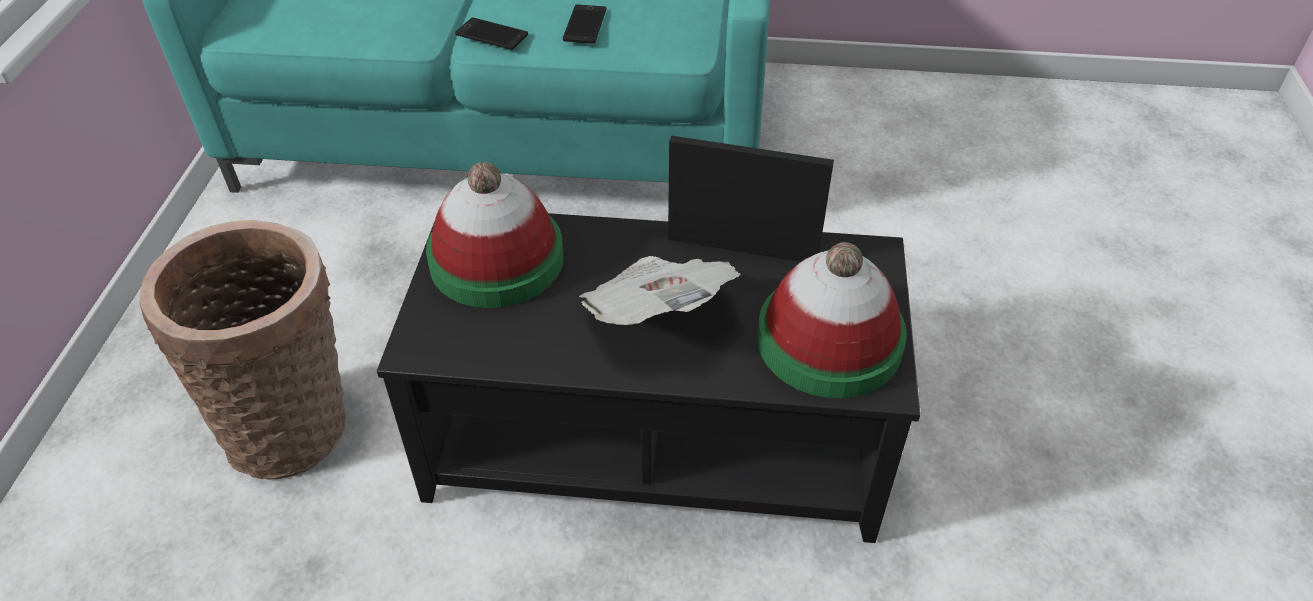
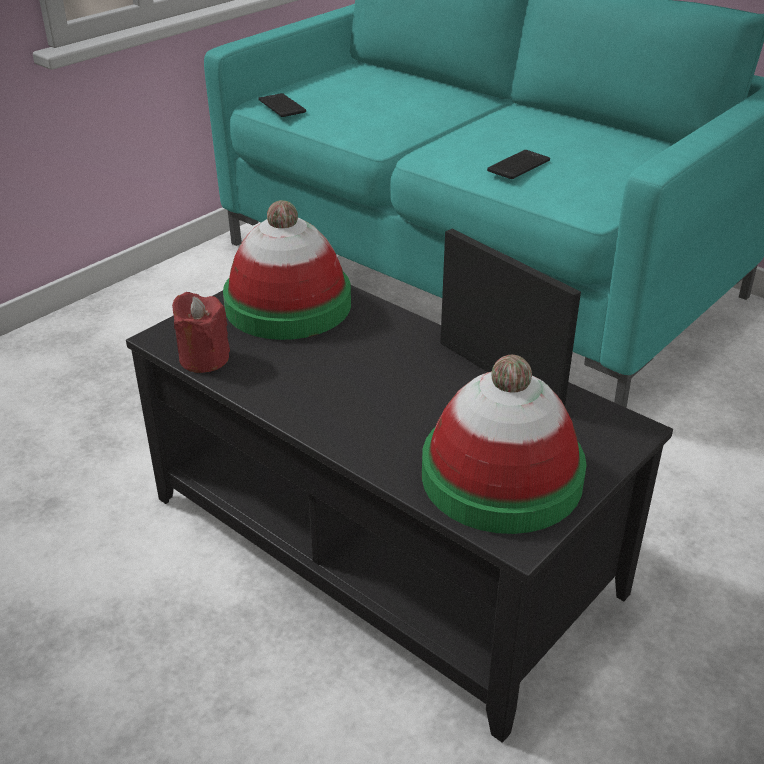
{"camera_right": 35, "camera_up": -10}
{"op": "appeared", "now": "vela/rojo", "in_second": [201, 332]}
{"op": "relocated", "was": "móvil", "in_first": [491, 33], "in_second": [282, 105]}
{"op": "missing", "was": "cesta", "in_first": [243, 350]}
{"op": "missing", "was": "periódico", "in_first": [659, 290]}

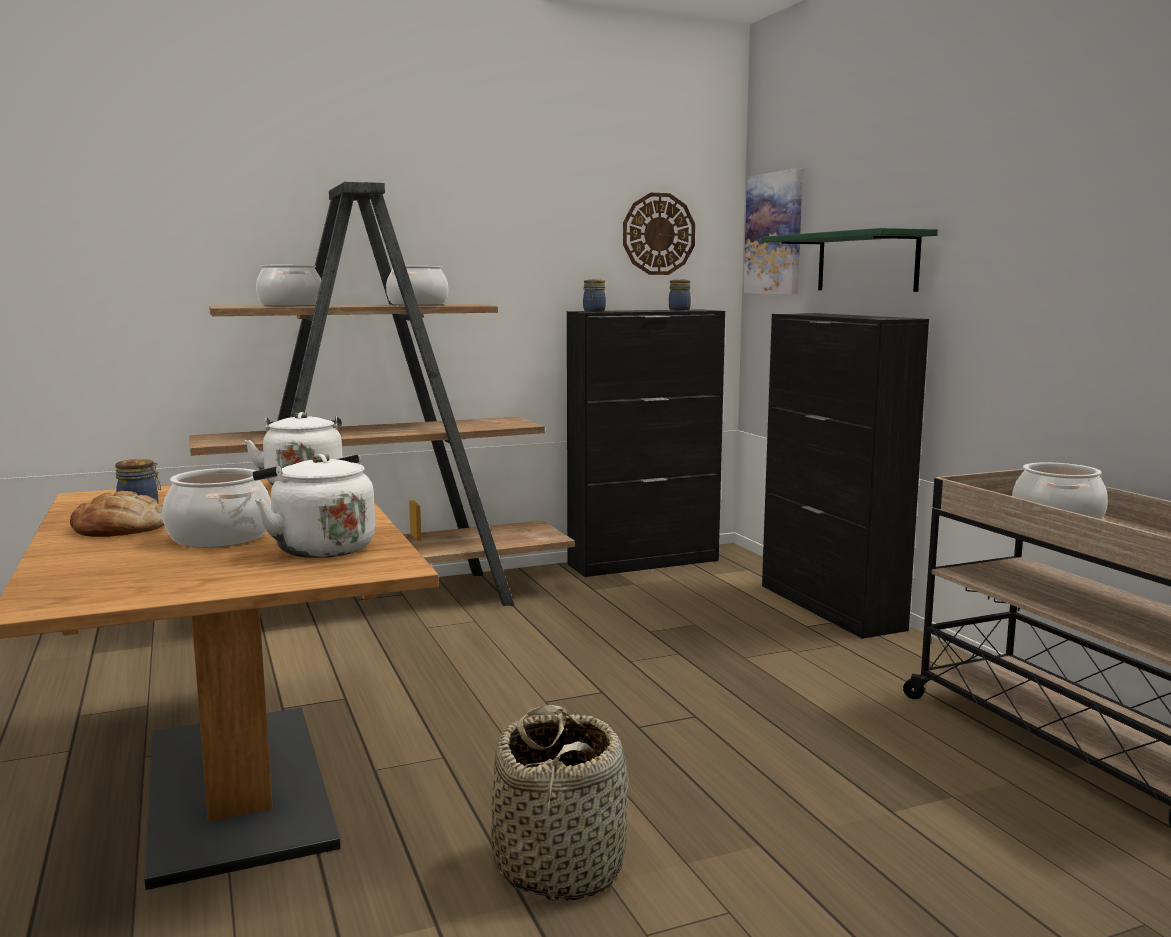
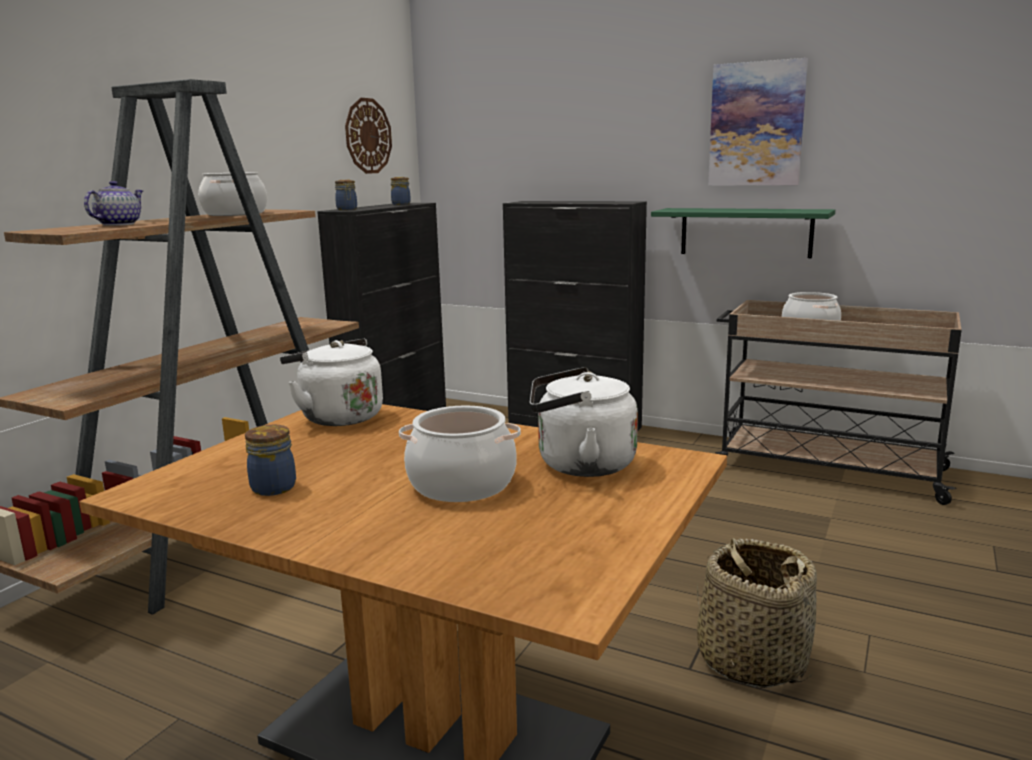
{"camera_right": -40, "camera_up": 5}
{"op": "exchanged", "was": "olla", "now": "tetera", "in_first": [288, 286], "in_second": [113, 203]}
{"op": "relocated", "was": "estante/verde", "in_first": [849, 260], "in_second": [743, 233]}
{"op": "relocated", "was": "cuadro", "in_first": [773, 231], "in_second": [758, 122]}
{"op": "missing", "was": "pan", "in_first": [117, 514]}

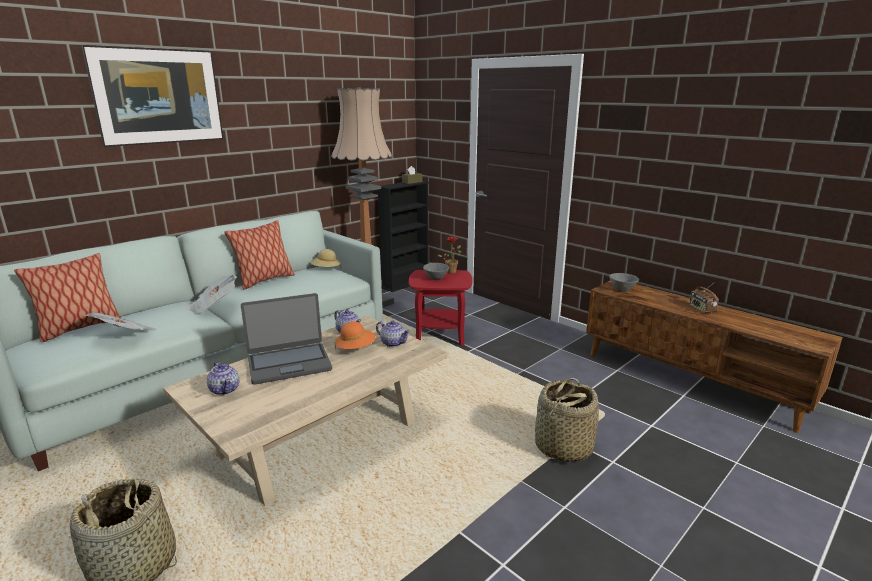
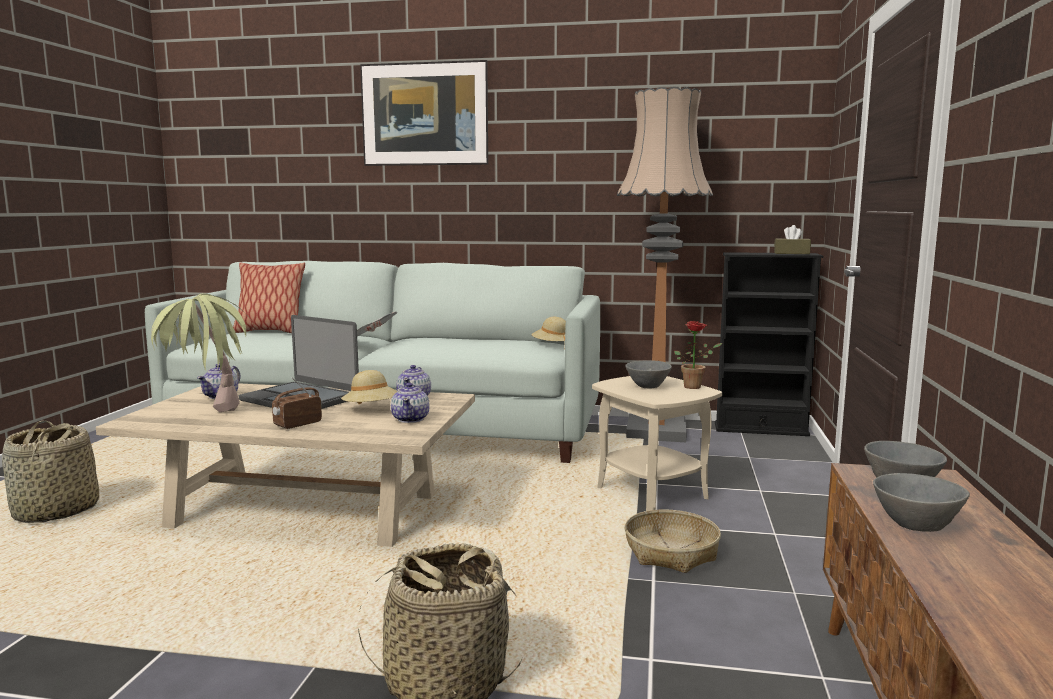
{"camera_right": 55, "camera_up": -10}
{"op": "appeared", "now": "planta en maceta", "in_second": [202, 352]}
{"op": "relocated", "was": "radio", "in_first": [704, 297], "in_second": [297, 403]}
{"op": "colour", "was": "sombrero/naranja", "now": "sombrero/beis", "in_first": [355, 335], "in_second": [369, 387]}
{"op": "colour", "was": "mesa auxiliar/rojo", "now": "mesa auxiliar/beis", "in_first": [441, 308], "in_second": [657, 443]}
{"op": "appeared", "now": "cesta", "in_second": [673, 541]}
{"op": "appeared", "now": "cuenco/gris", "in_second": [921, 502]}
{"op": "missing", "was": "periódico", "in_first": [120, 321]}
{"op": "missing", "was": "cojín", "in_first": [259, 255]}

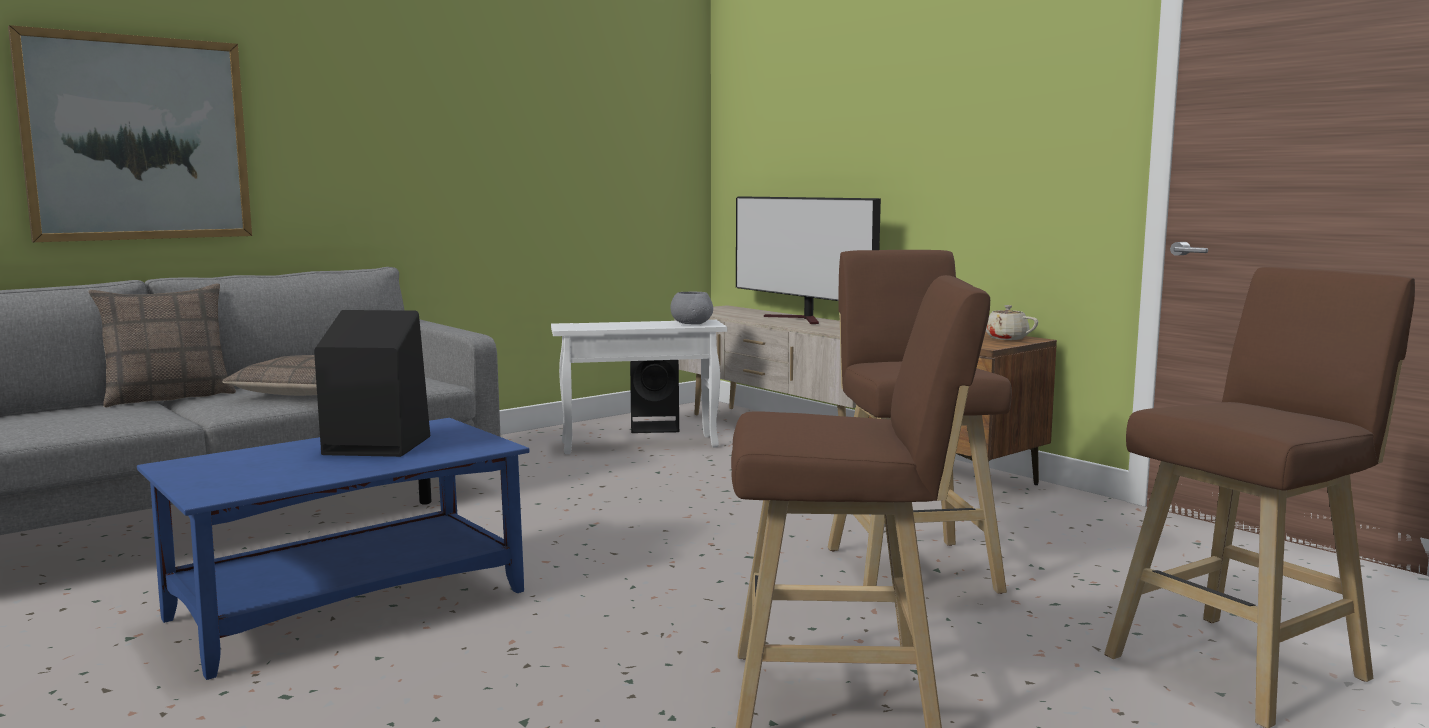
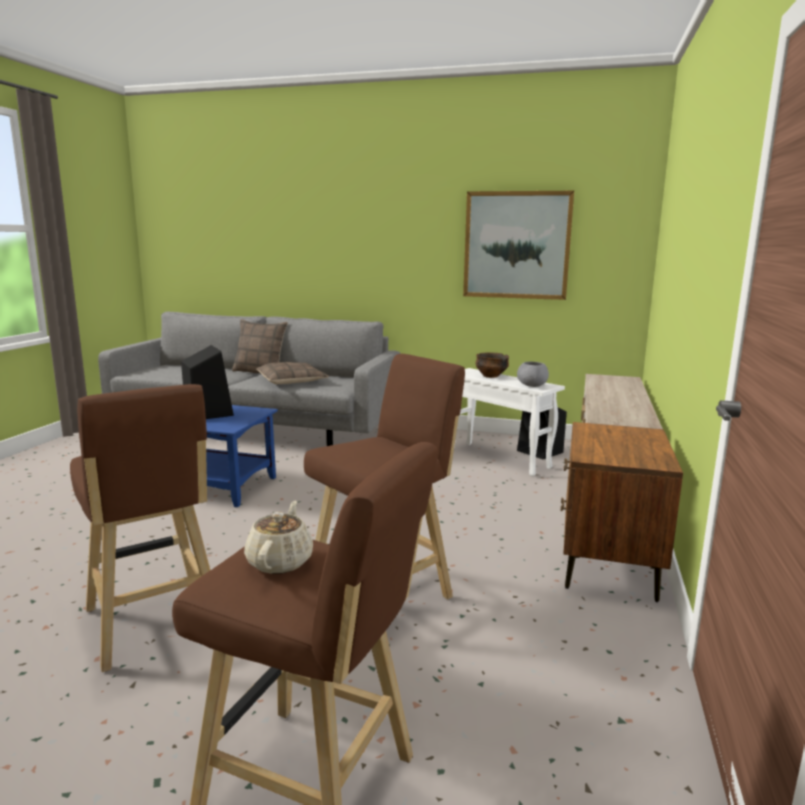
{"camera_right": 55, "camera_up": 5}
{"op": "relocated", "was": "tetera/beis", "in_first": [1012, 322], "in_second": [278, 537]}
{"op": "relocated", "was": "cuadro", "in_first": [130, 133], "in_second": [518, 245]}
{"op": "appeared", "now": "cuenco", "in_second": [492, 365]}
{"op": "missing", "was": "televisor", "in_first": [808, 260]}

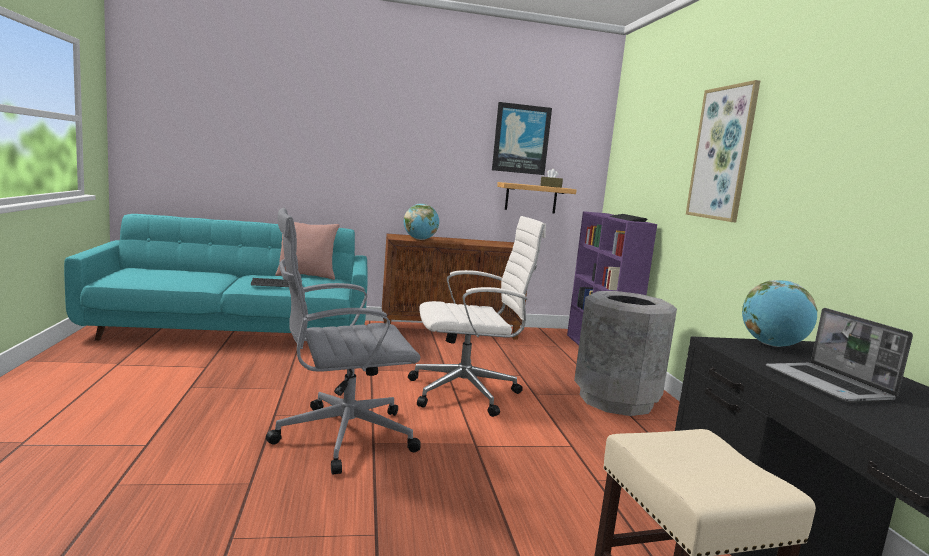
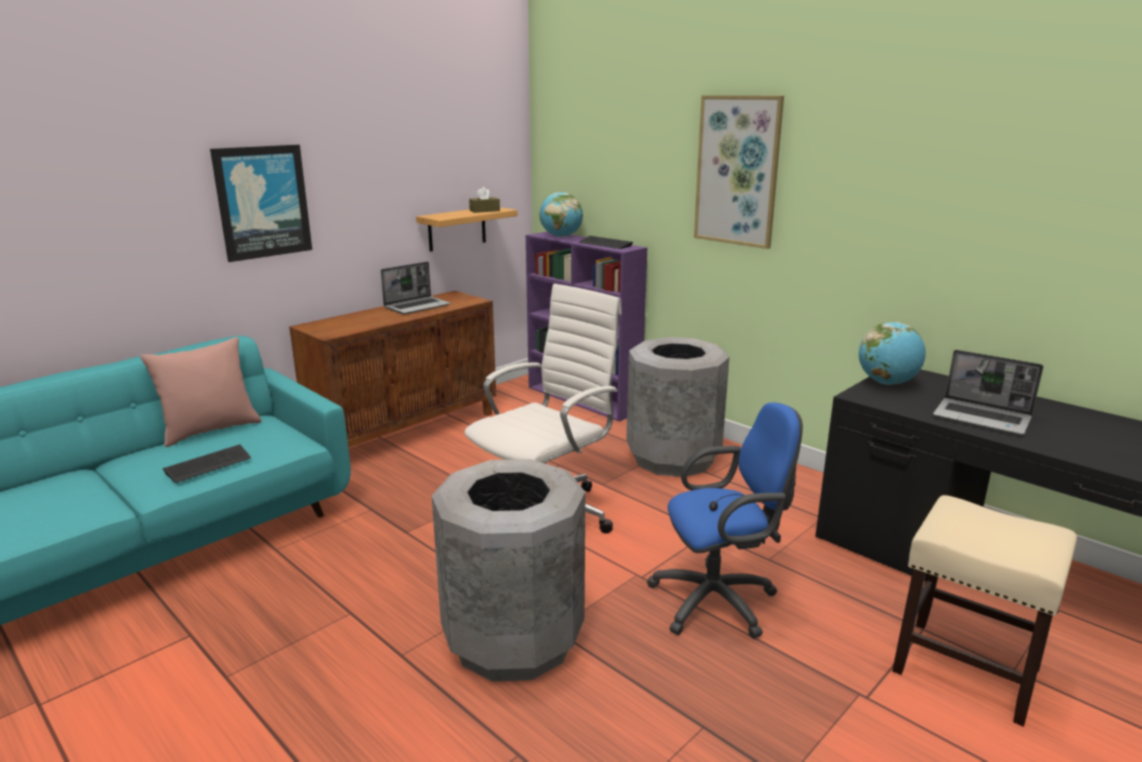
{"camera_right": -35, "camera_up": 10}
{"op": "relocated", "was": "cuadro", "in_first": [522, 138], "in_second": [261, 203]}
{"op": "appeared", "now": "portátil", "in_second": [416, 288]}
{"op": "exchanged", "was": "silla de oficina/gris", "now": "papelera/gris", "in_first": [343, 341], "in_second": [508, 570]}
{"op": "relocated", "was": "globo terráqueo", "in_first": [421, 221], "in_second": [561, 214]}
{"op": "appeared", "now": "silla de oficina/azul", "in_second": [725, 520]}

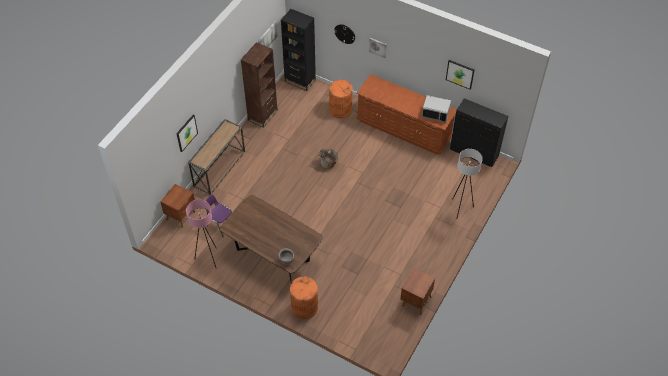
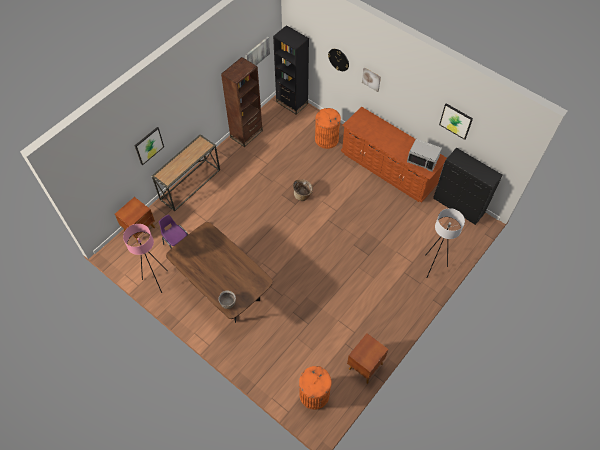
{"camera_right": 10, "camera_up": 5}
{"op": "relocated", "was": "papelera/naranja", "in_first": [304, 297], "in_second": [315, 388]}

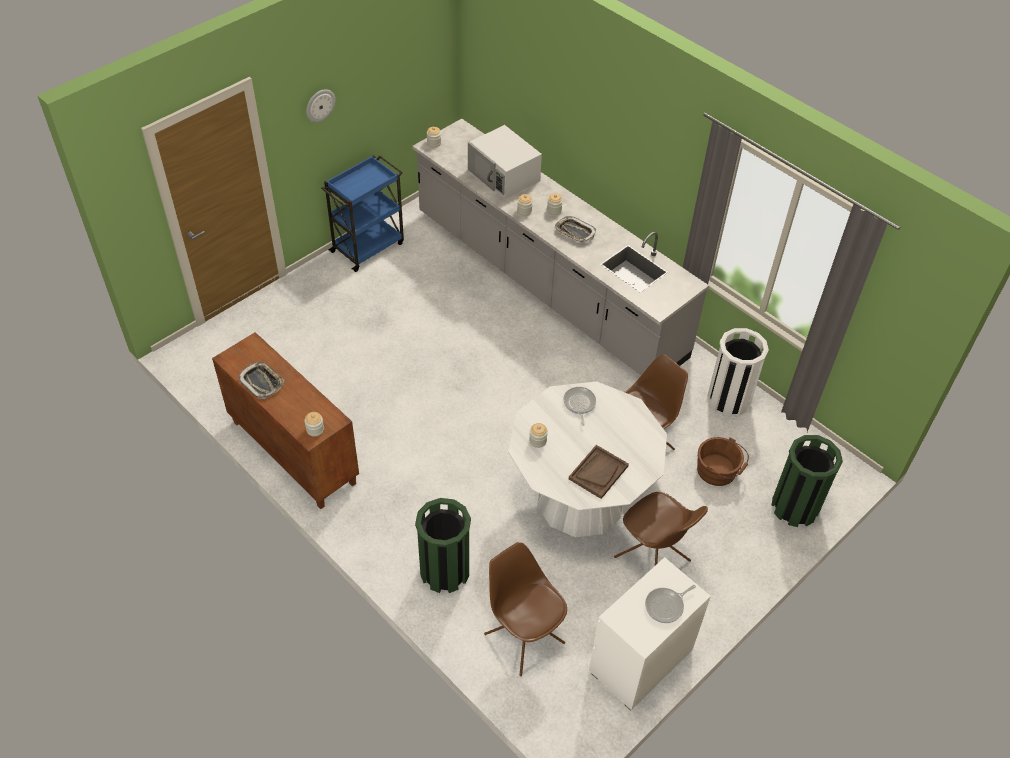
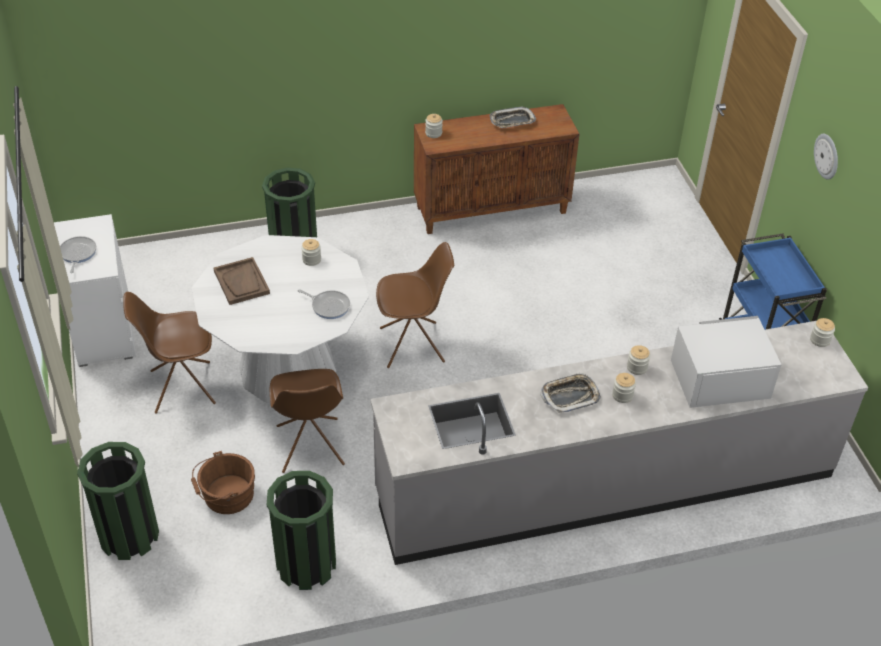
{"camera_right": 120, "camera_up": -5}
{"op": "colour", "was": "papelera/blanco", "now": "papelera/verde", "in_first": [738, 372], "in_second": [301, 530]}
{"op": "relocated", "was": "silla/marrón", "in_first": [525, 609], "in_second": [415, 305]}

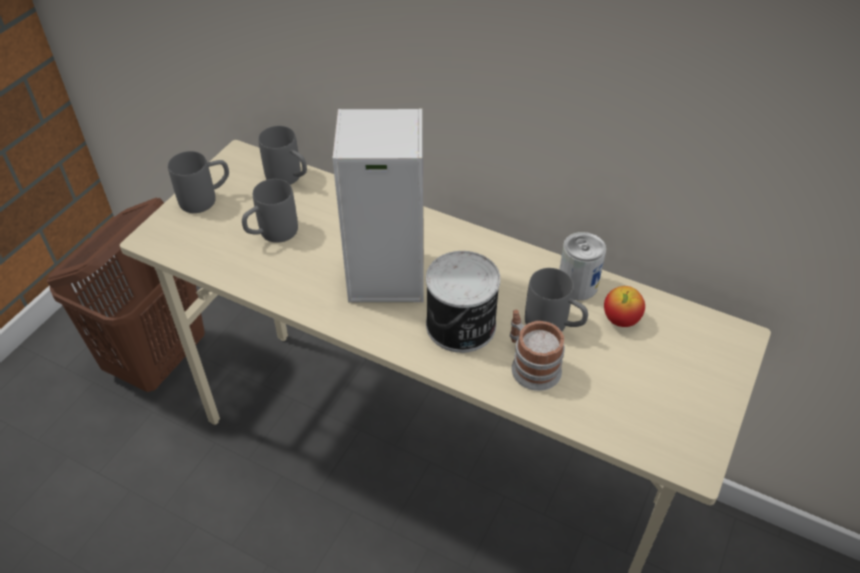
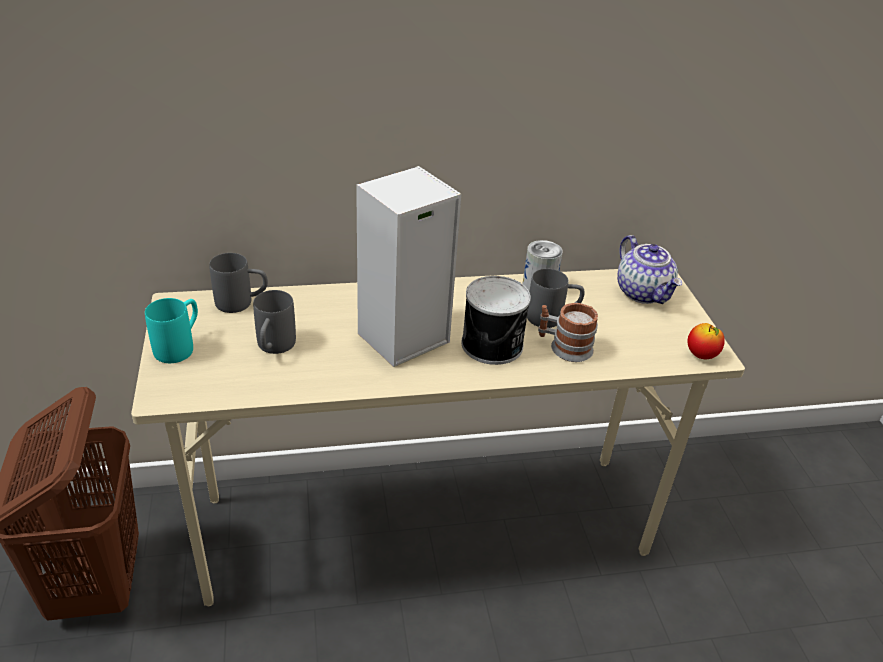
{"camera_right": -40, "camera_up": -10}
{"op": "colour", "was": "taza grande/gris", "now": "taza grande/turquesa", "in_first": [198, 182], "in_second": [171, 330]}
{"op": "appeared", "now": "tetera", "in_second": [649, 269]}
{"op": "relocated", "was": "manzana", "in_first": [624, 306], "in_second": [706, 341]}

